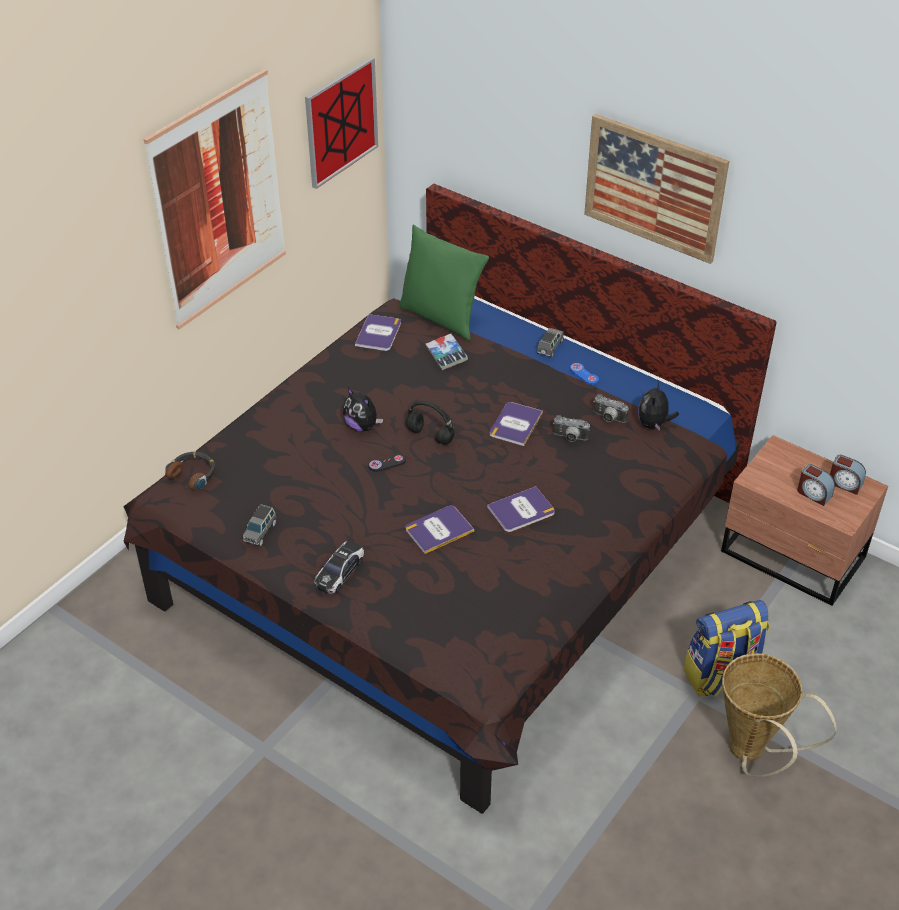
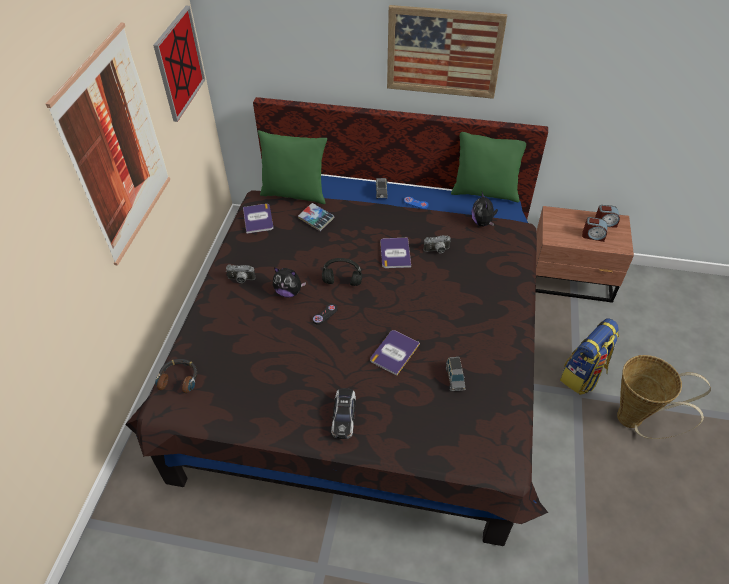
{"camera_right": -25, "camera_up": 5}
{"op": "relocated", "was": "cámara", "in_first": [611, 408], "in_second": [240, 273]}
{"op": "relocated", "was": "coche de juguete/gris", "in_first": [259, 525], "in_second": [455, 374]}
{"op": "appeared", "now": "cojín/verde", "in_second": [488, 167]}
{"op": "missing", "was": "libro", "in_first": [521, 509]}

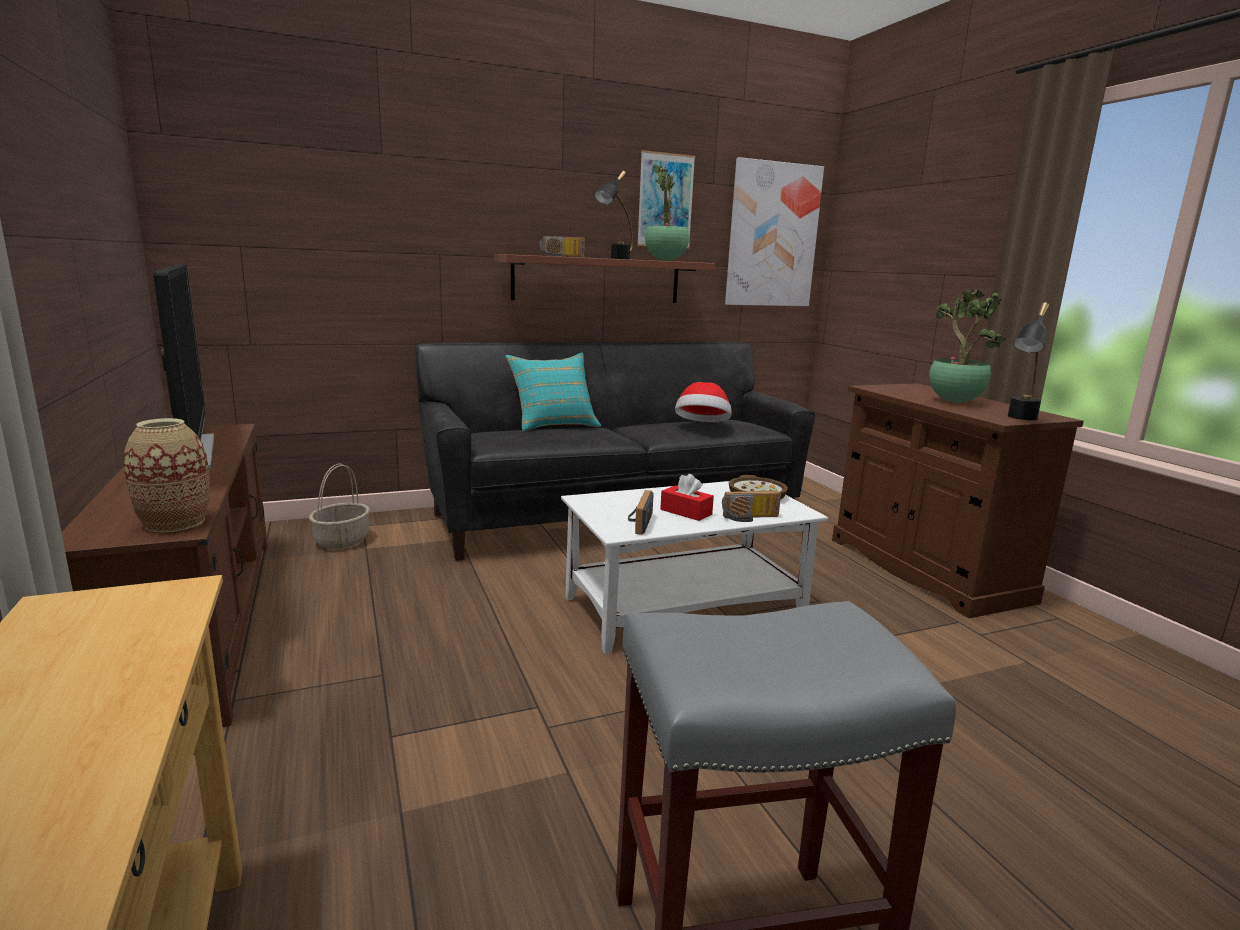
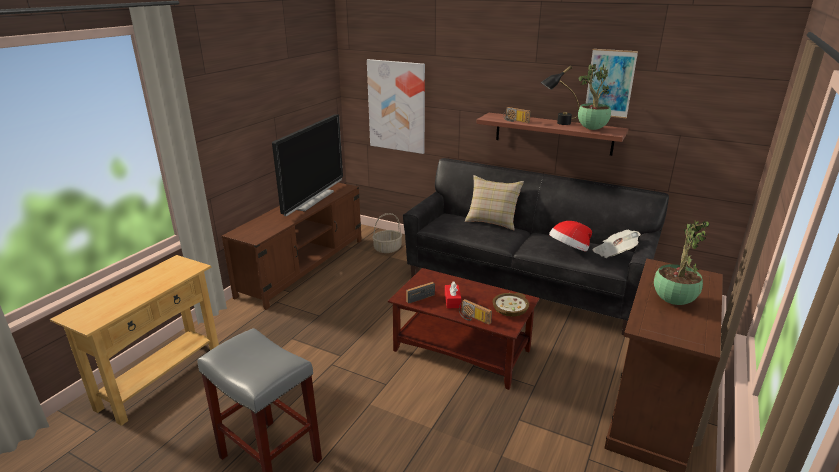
{"camera_right": 50, "camera_up": 10}
{"op": "relocated", "was": "cuadro", "in_first": [774, 231], "in_second": [396, 106]}
{"op": "colour", "was": "mesa de centro/blanco", "now": "mesa de centro/marrón", "in_first": [694, 567], "in_second": [464, 329]}
{"op": "colour", "was": "cojín/turquesa", "now": "cojín/beis", "in_first": [553, 392], "in_second": [494, 202]}
{"op": "appeared", "now": "periódico", "in_second": [617, 244]}
{"op": "missing", "was": "florero", "in_first": [167, 475]}
{"op": "missing", "was": "lámpara de mesa/negro", "in_first": [1028, 361]}

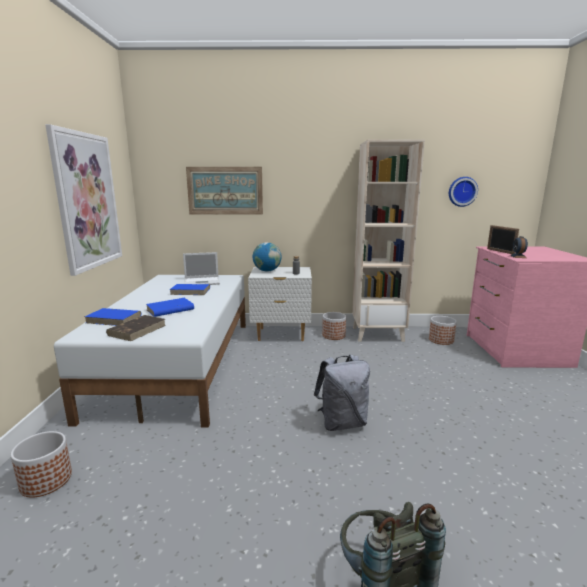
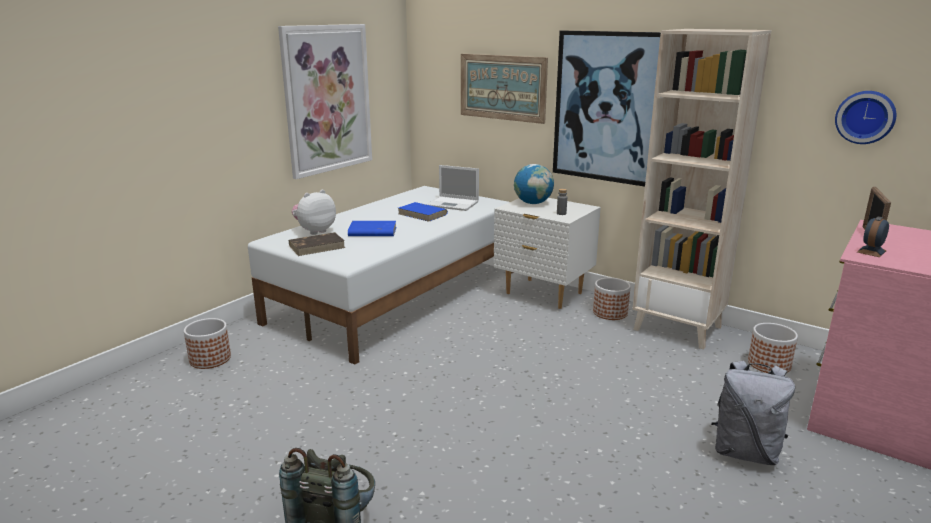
{"camera_right": 35, "camera_up": 5}
{"op": "exchanged", "was": "libro/azul", "now": "peluche", "in_first": [113, 317], "in_second": [314, 212]}
{"op": "appeared", "now": "cuadro", "in_second": [607, 108]}
{"op": "relocated", "was": "mochila/gris", "in_first": [342, 392], "in_second": [753, 413]}

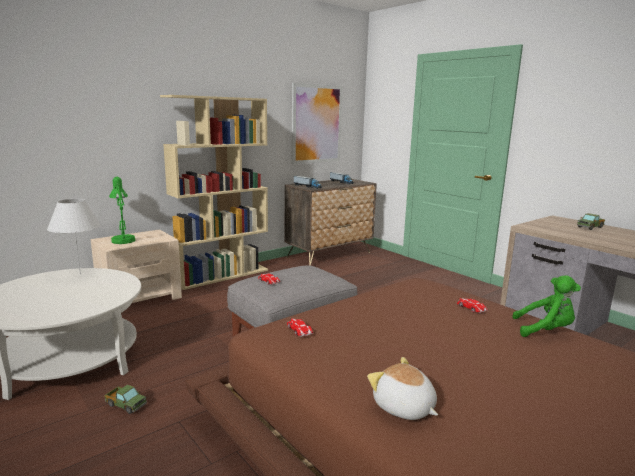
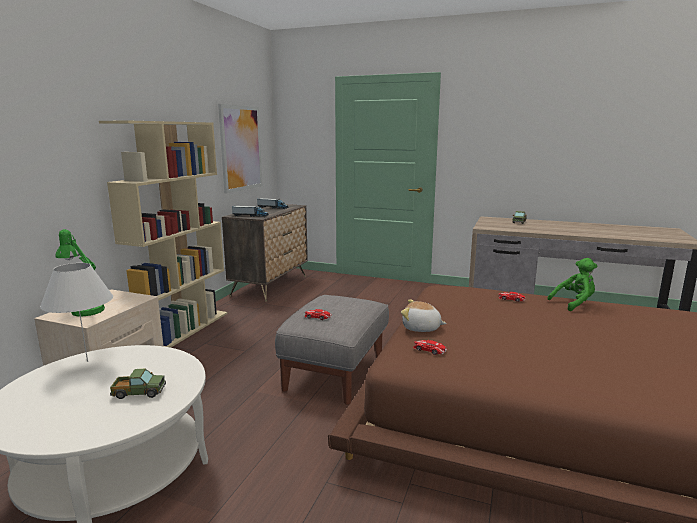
{"camera_right": -30, "camera_up": 0}
{"op": "relocated", "was": "camión de juguete", "in_first": [126, 399], "in_second": [138, 384]}
{"op": "relocated", "was": "peluche", "in_first": [402, 388], "in_second": [424, 315]}

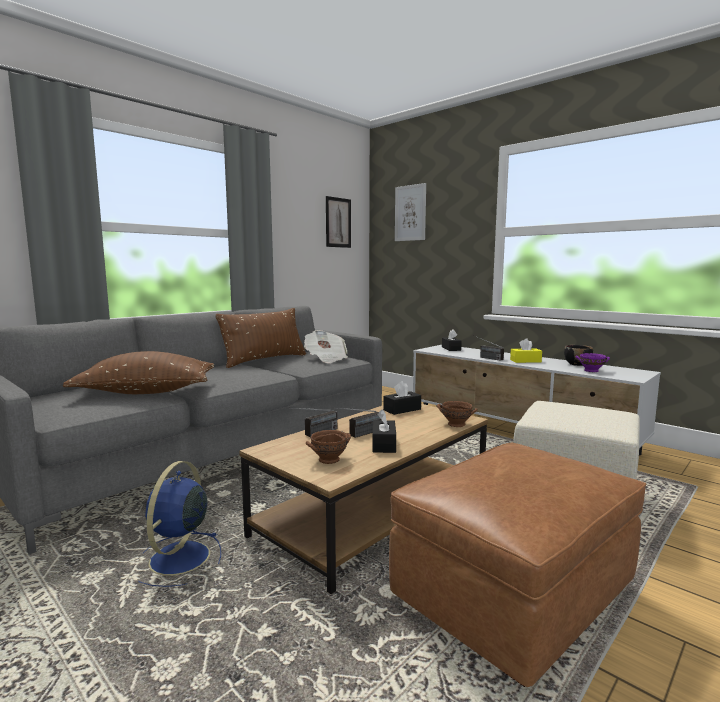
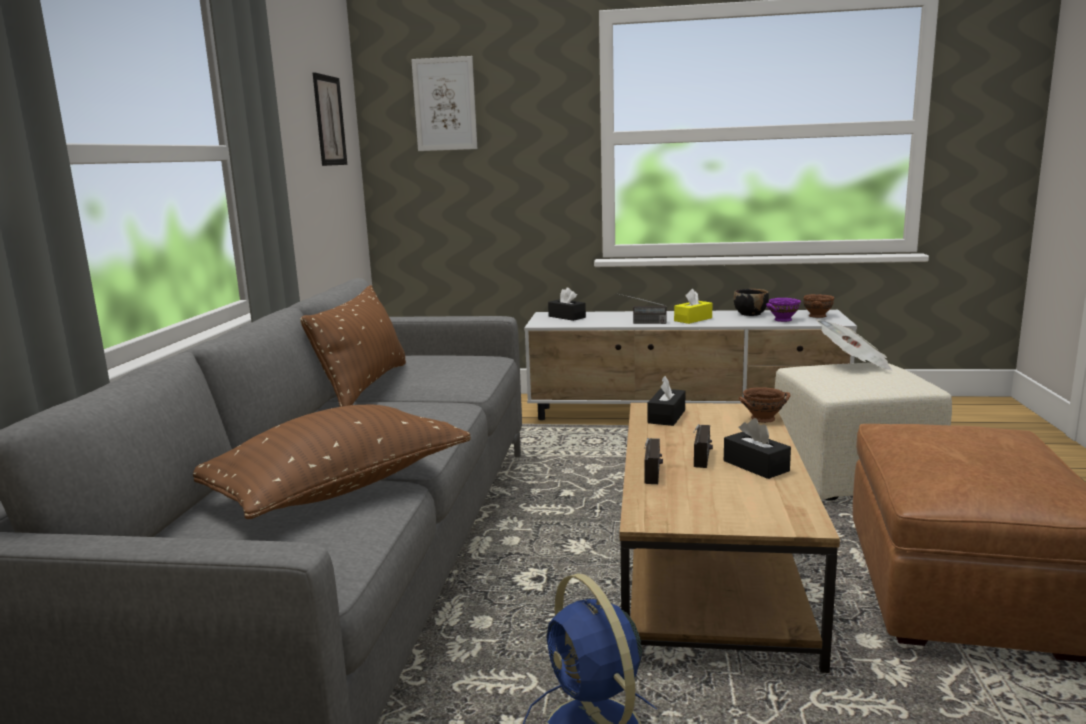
{"camera_right": -35, "camera_up": 5}
{"op": "relocated", "was": "cuenco/marrón", "in_first": [328, 447], "in_second": [818, 306]}
{"op": "relocated", "was": "periódico", "in_first": [326, 346], "in_second": [854, 345]}

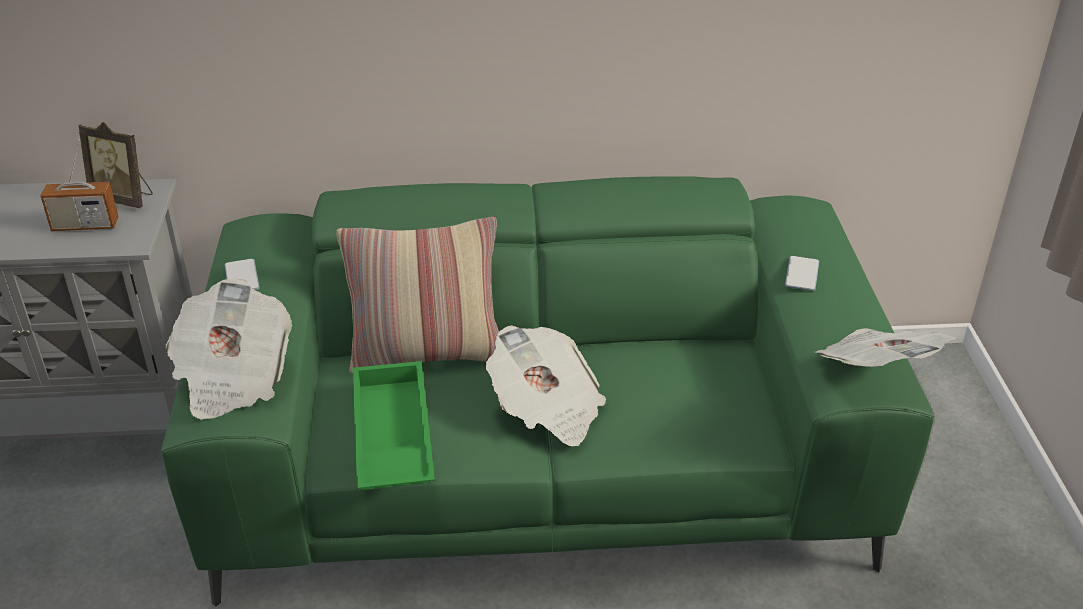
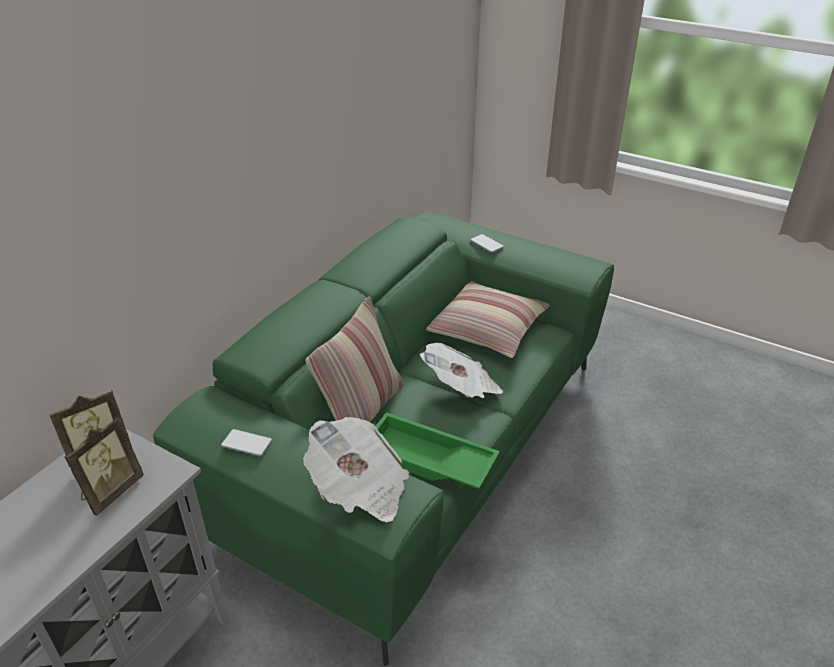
{"camera_right": -55, "camera_up": 0}
{"op": "exchanged", "was": "radio", "now": "portarretratos", "in_first": [79, 185], "in_second": [104, 466]}
{"op": "appeared", "now": "cojín", "in_second": [488, 319]}
{"op": "missing", "was": "periódico", "in_first": [886, 347]}

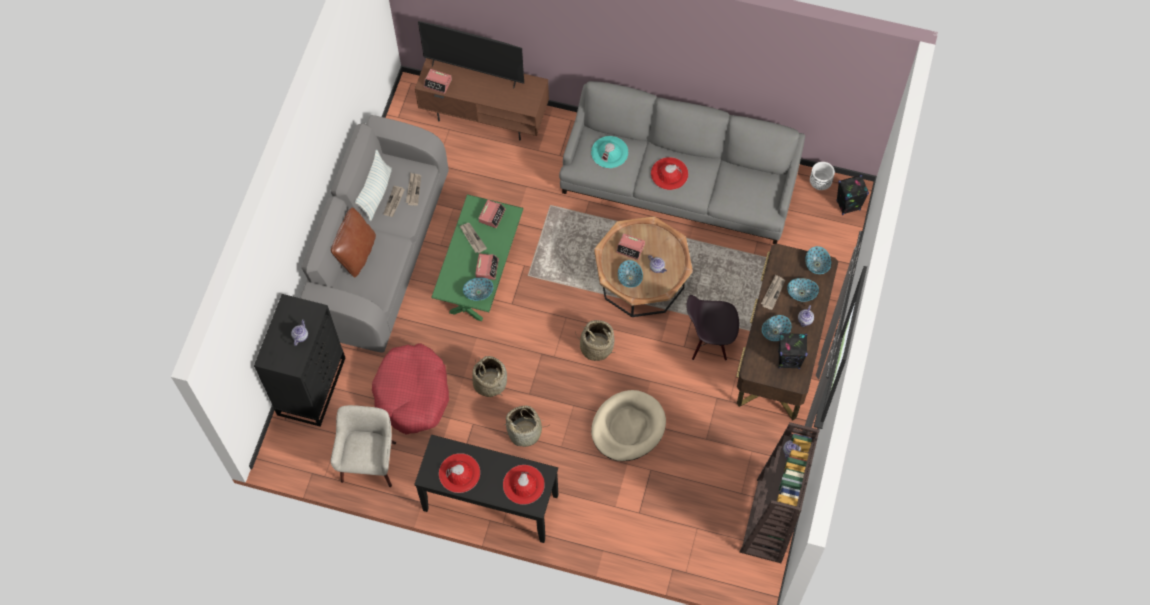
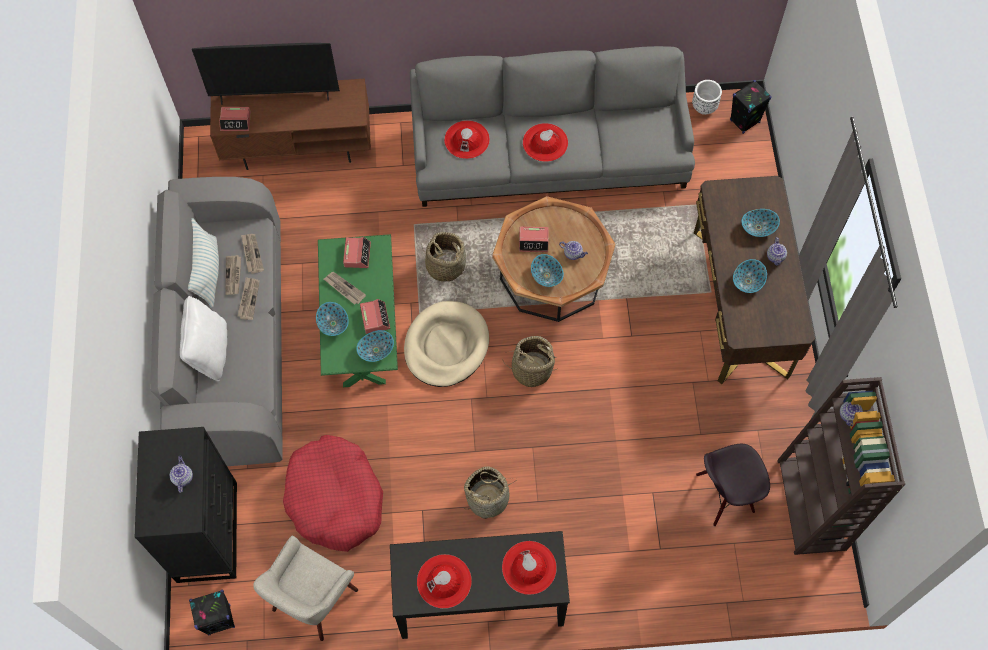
{"camera_right": -20, "camera_up": 0}
{"op": "colour", "was": "cojín/marrón", "now": "cojín/blanco", "in_first": [353, 242], "in_second": [203, 338]}
{"op": "relocated", "was": "altavoz/negro", "in_first": [793, 351], "in_second": [212, 613]}
{"op": "relocated", "was": "periódico", "in_first": [773, 292], "in_second": [248, 298]}
{"op": "spun", "was": "sillón/beis", "in_first": [363, 446], "in_second": [305, 588], "clockwise": -135}
{"op": "relocated", "was": "cuenco", "in_first": [818, 260], "in_second": [332, 319]}
{"op": "relocated", "was": "cama para perro/beis", "in_first": [628, 425], "in_second": [446, 344]}
{"op": "relocated", "was": "cesta", "in_first": [489, 376], "in_second": [443, 257]}
{"op": "colour", "was": "sombrero/turquesa", "now": "sombrero/rojo", "in_first": [609, 152], "in_second": [467, 139]}
{"op": "relocated", "was": "silla/negro", "in_first": [713, 328], "in_second": [733, 485]}

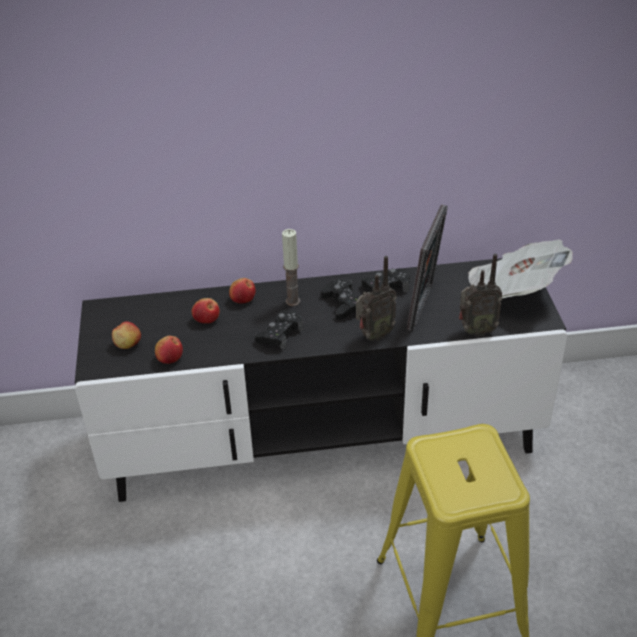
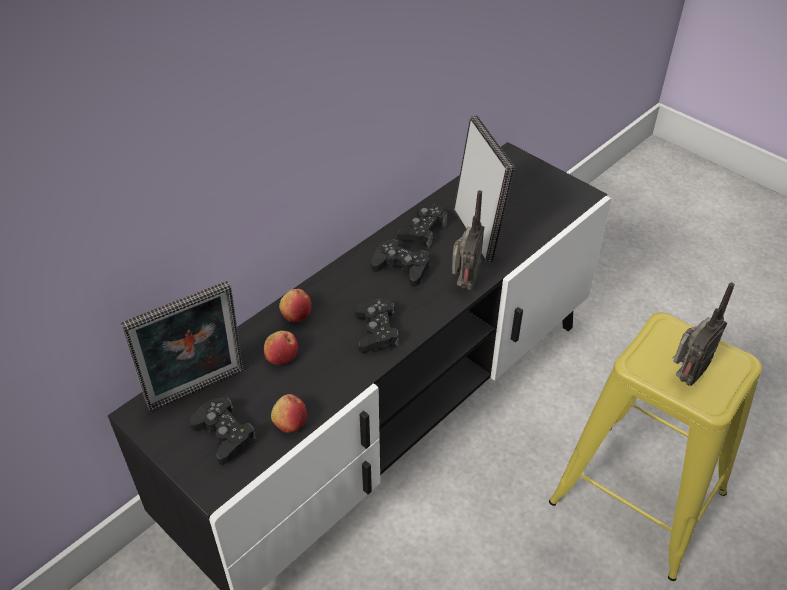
{"camera_right": -40, "camera_up": 5}
{"op": "appeared", "now": "portarretratos", "in_second": [182, 346]}
{"op": "exchanged", "was": "manzana", "now": "mando de consola/negro", "in_first": [126, 335], "in_second": [223, 431]}
{"op": "relocated", "was": "radio", "in_first": [480, 295], "in_second": [704, 334]}
{"op": "missing", "was": "vela", "in_first": [291, 267]}
{"op": "missing", "was": "periódico", "in_first": [520, 268]}

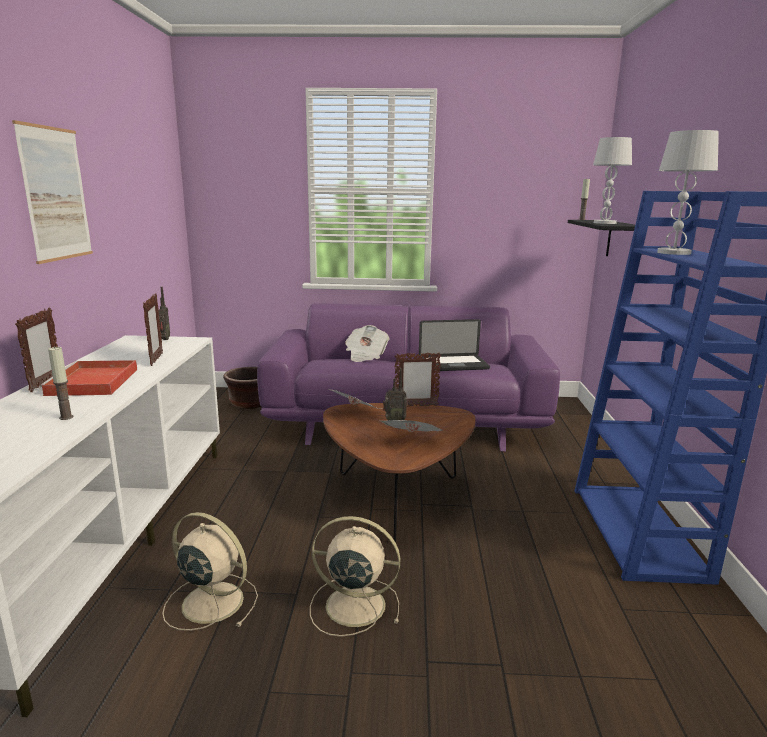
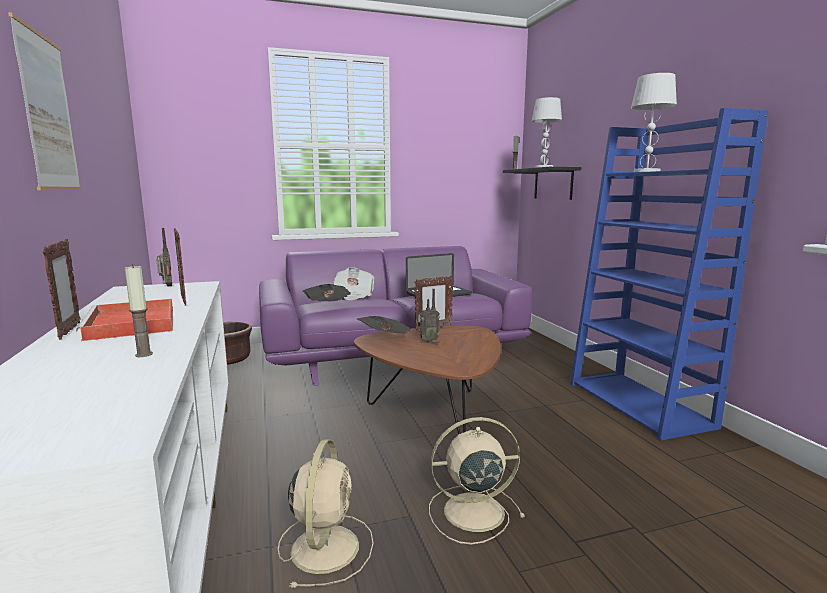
{"camera_right": -20, "camera_up": -5}
{"op": "spun", "was": "ventilador/beis", "in_first": [210, 571], "in_second": [326, 513], "clockwise": 90}
{"op": "relocated", "was": "periódico", "in_first": [412, 426], "in_second": [327, 292]}

